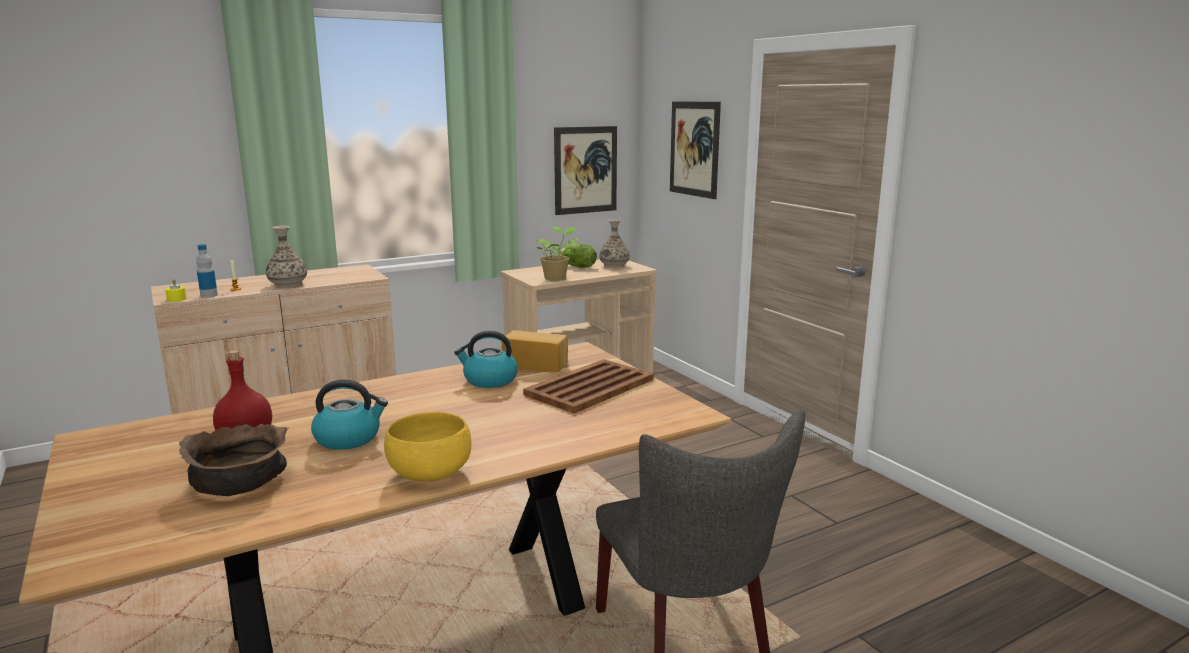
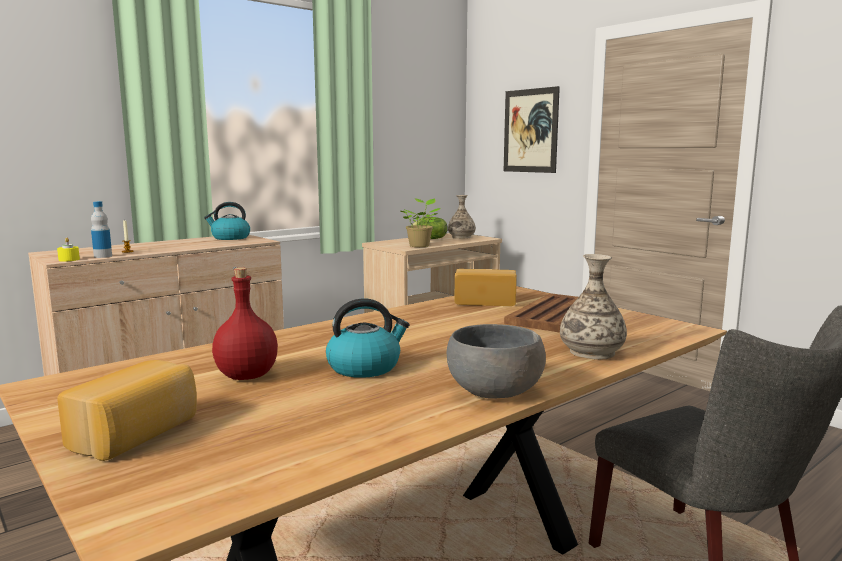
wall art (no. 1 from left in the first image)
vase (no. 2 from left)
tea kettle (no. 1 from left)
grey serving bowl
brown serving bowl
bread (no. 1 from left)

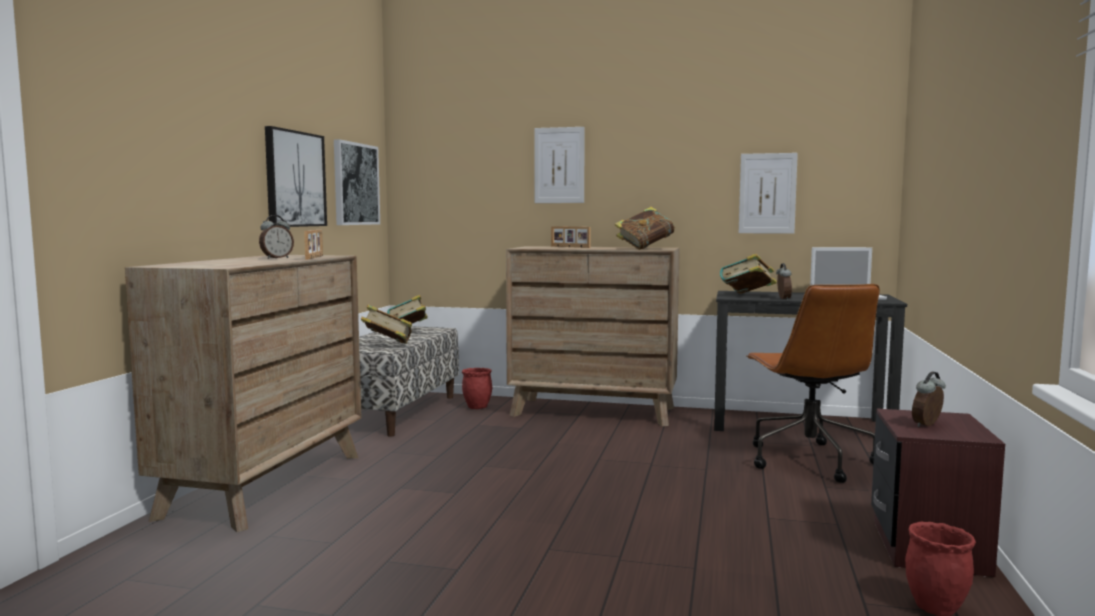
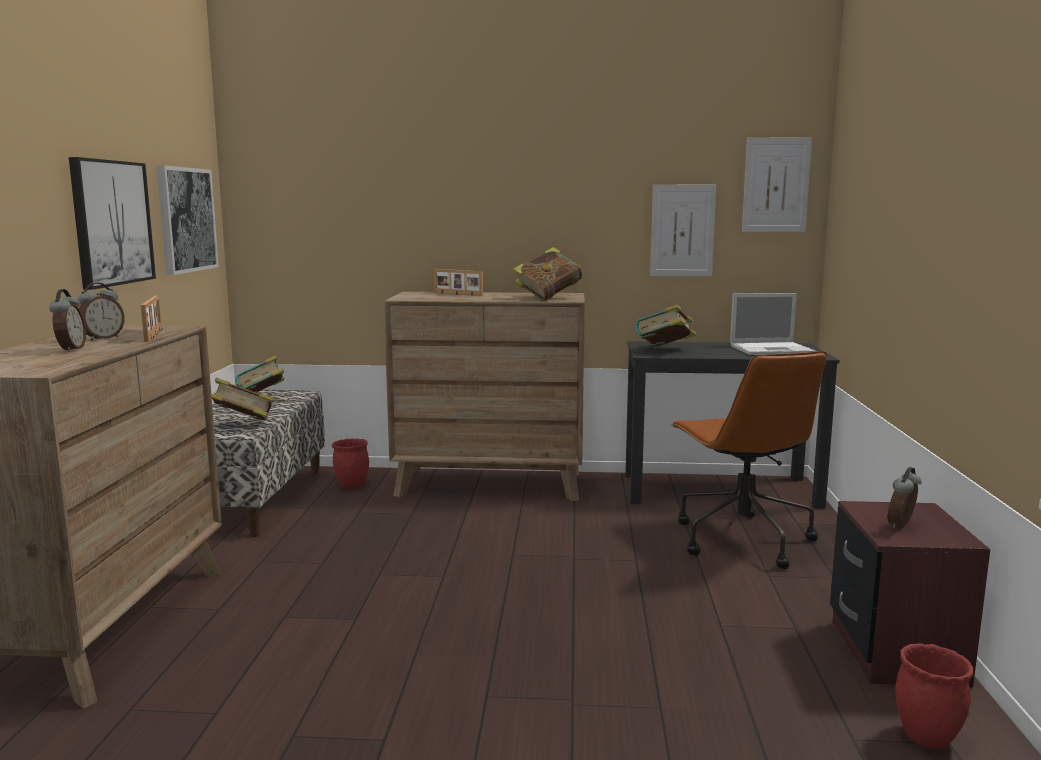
wall art (no. 4 from left)
bedside clock (no. 1 from left)

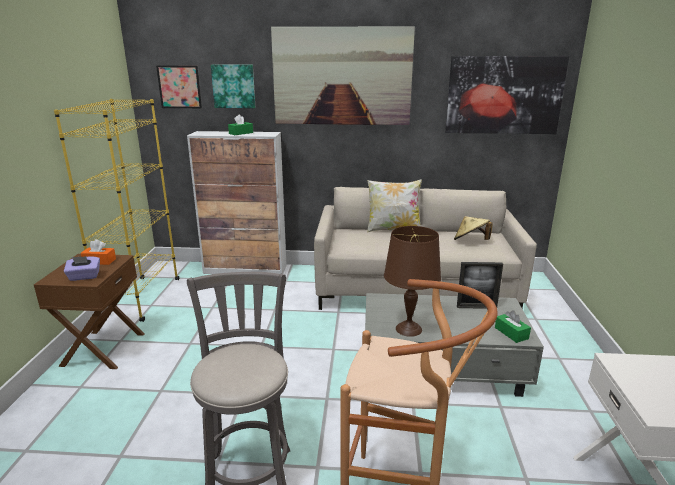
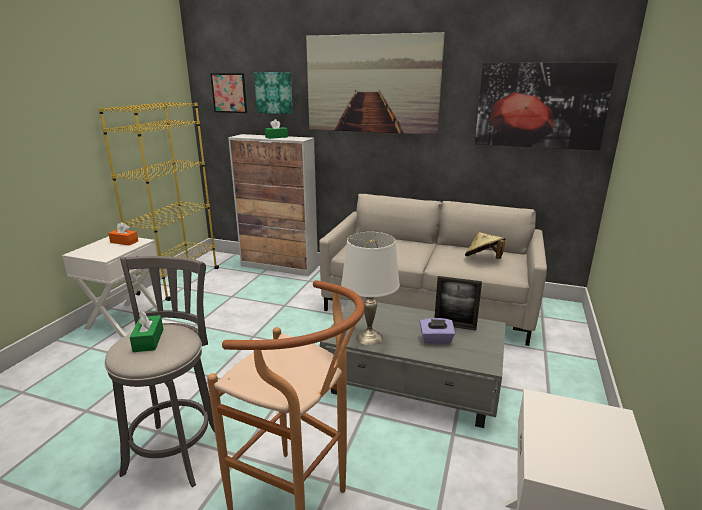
cushion
white-coloured lamp for a table
white-coloured nightstand (no. 1 from left)
purple-coloured tissue holder
green tissue holder (no. 1 from left)

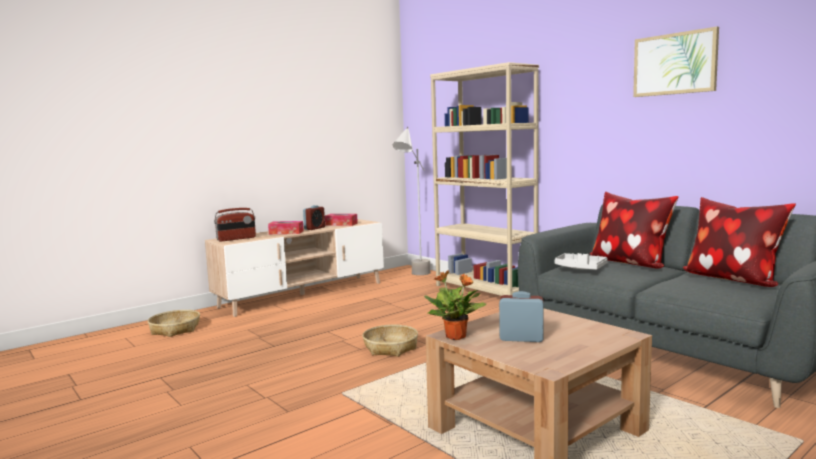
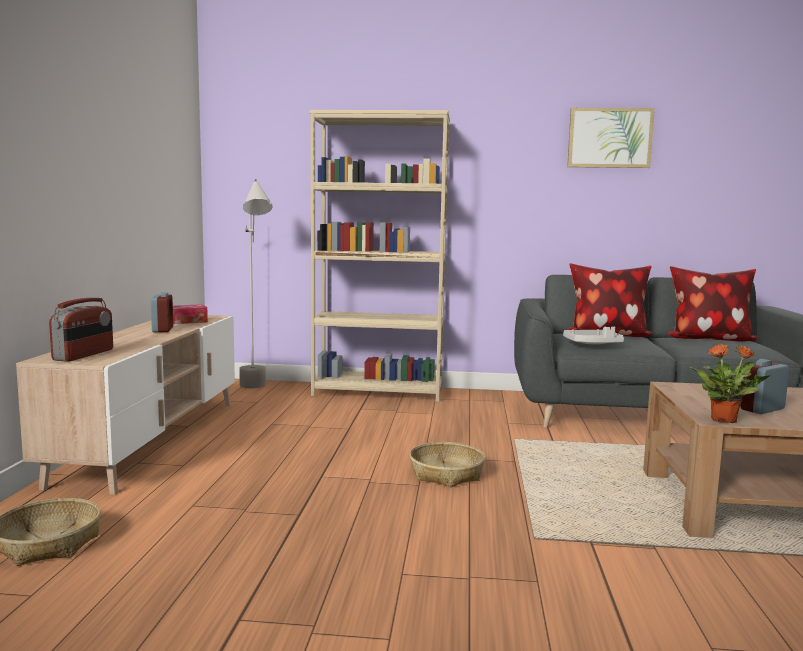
tissue holder (no. 1 from left in the first image)

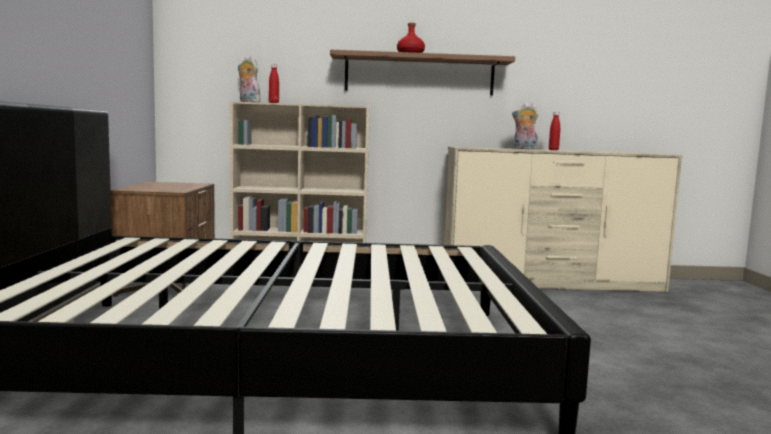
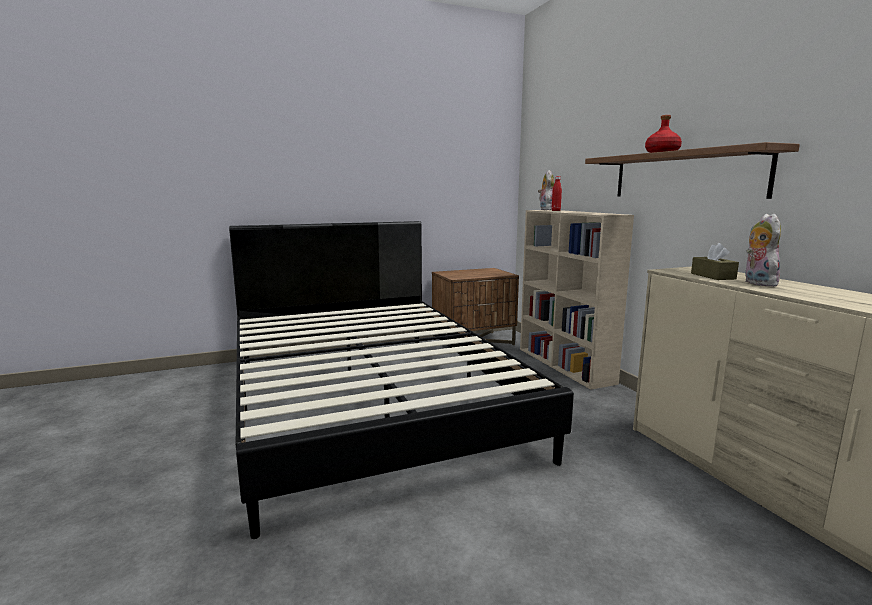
red bottle (no. 3 from left in the first image)
brown tissue holder

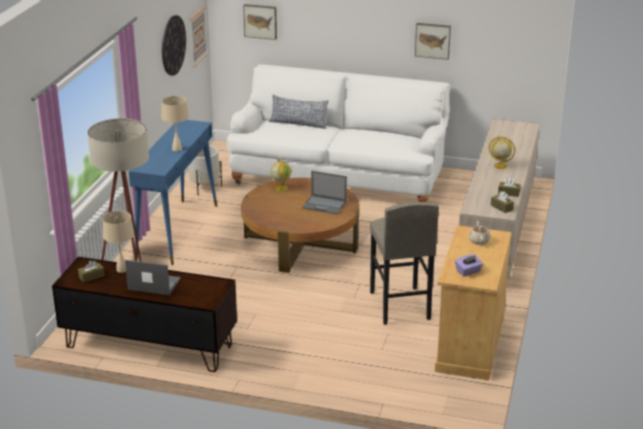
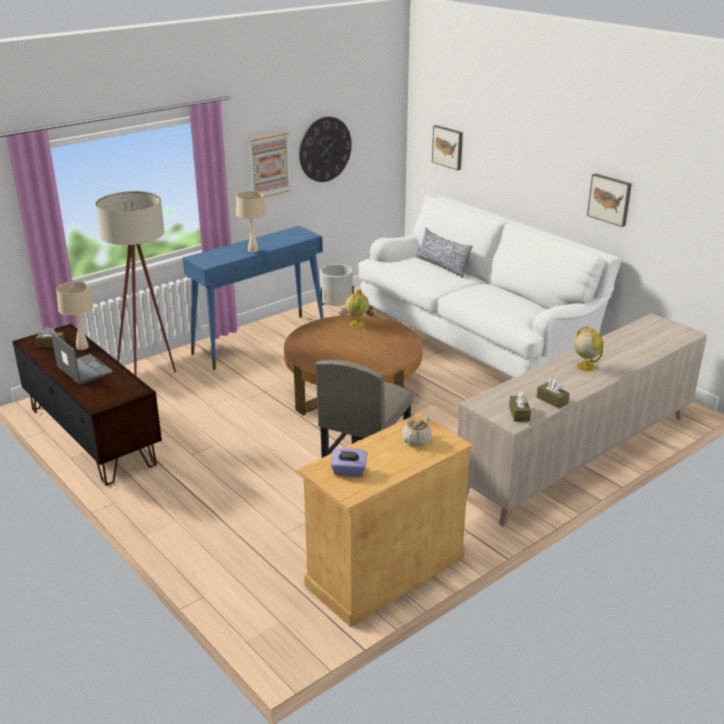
wall art (no. 1 from left)
laptop (no. 2 from left in the first image)

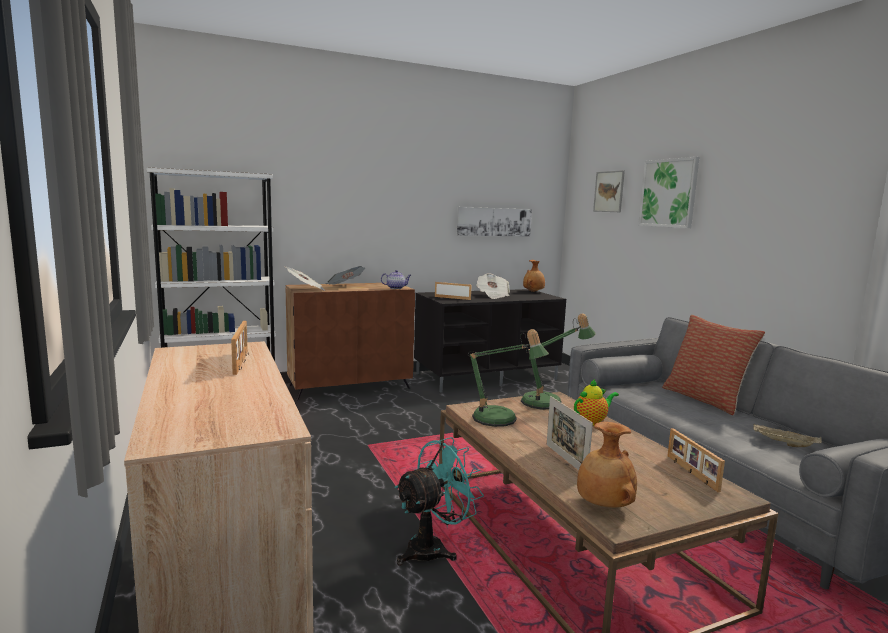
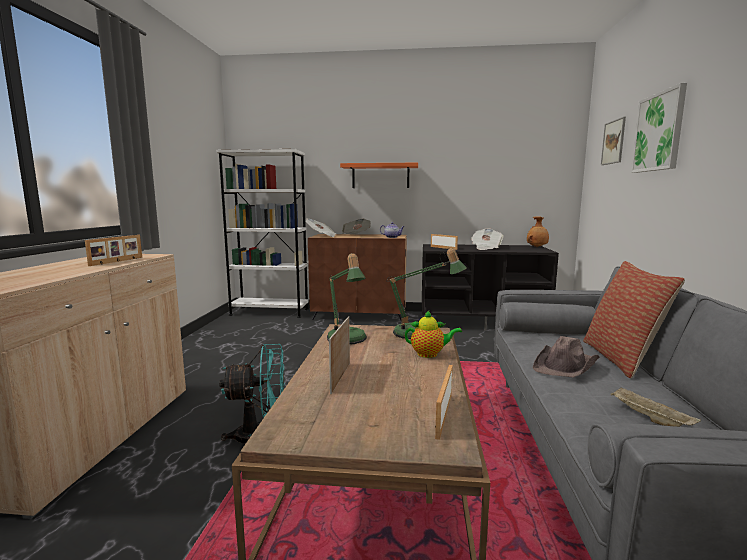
wall art (no. 1 from left in the first image)
brown vase (no. 2 from left in the first image)
orange-coloured wall shelf
brown hat

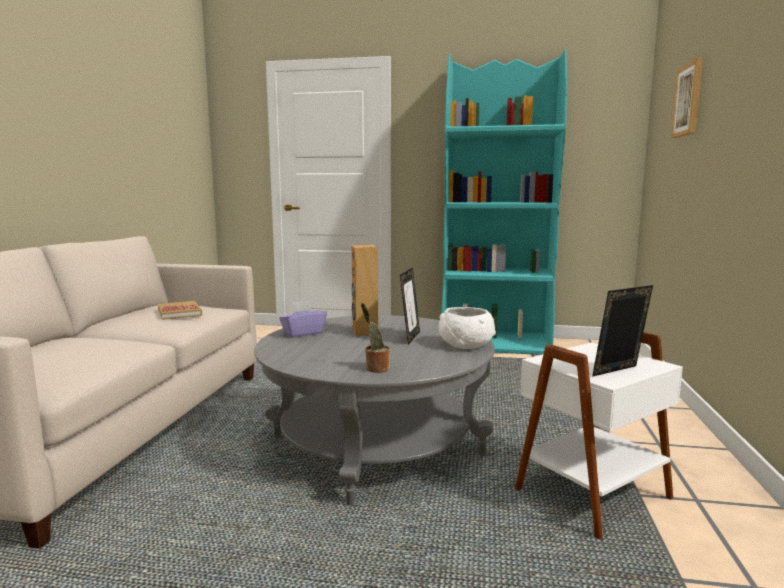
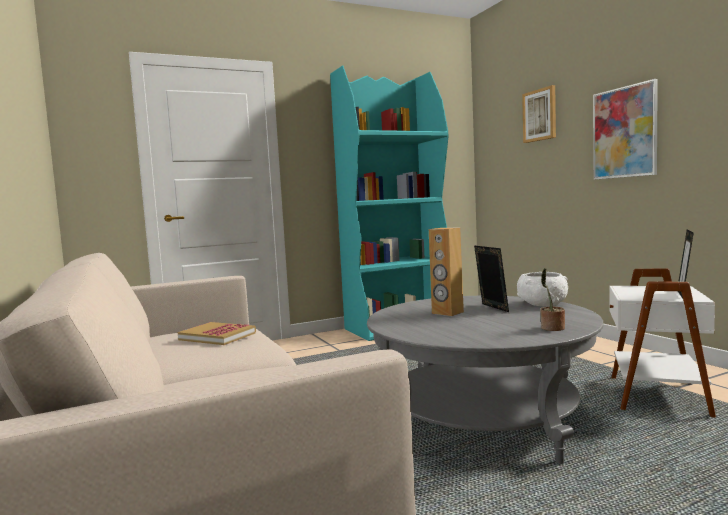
purple-coloured tissue holder
wall art (no. 2 from left)

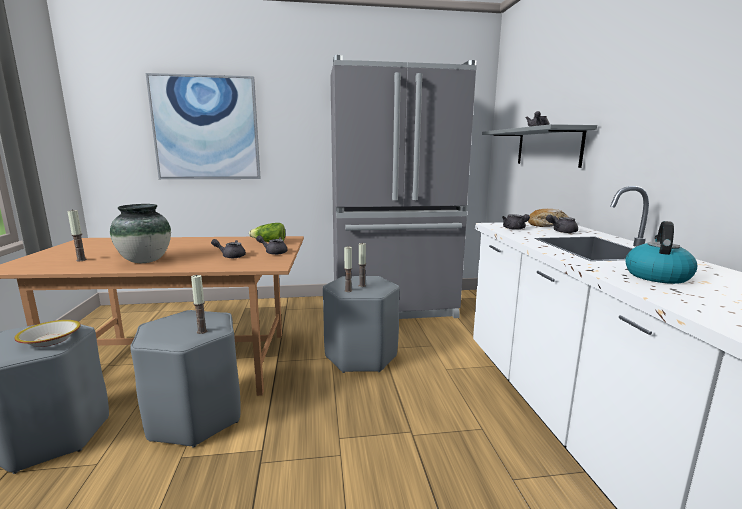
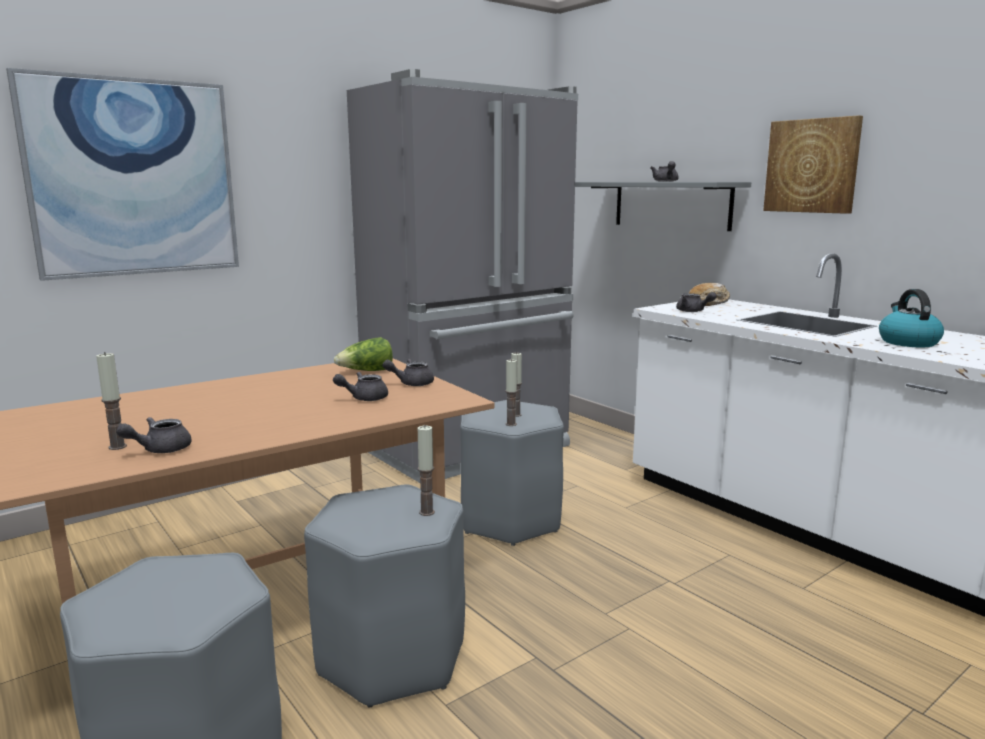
vase
grey tea pot (no. 1 from left)
serving bowl
wall art (no. 2 from left)

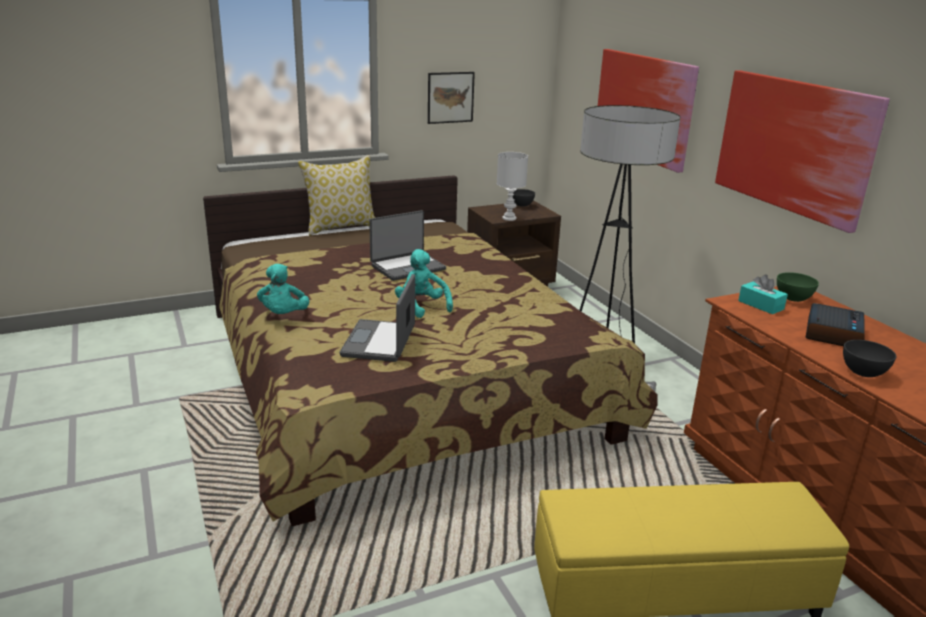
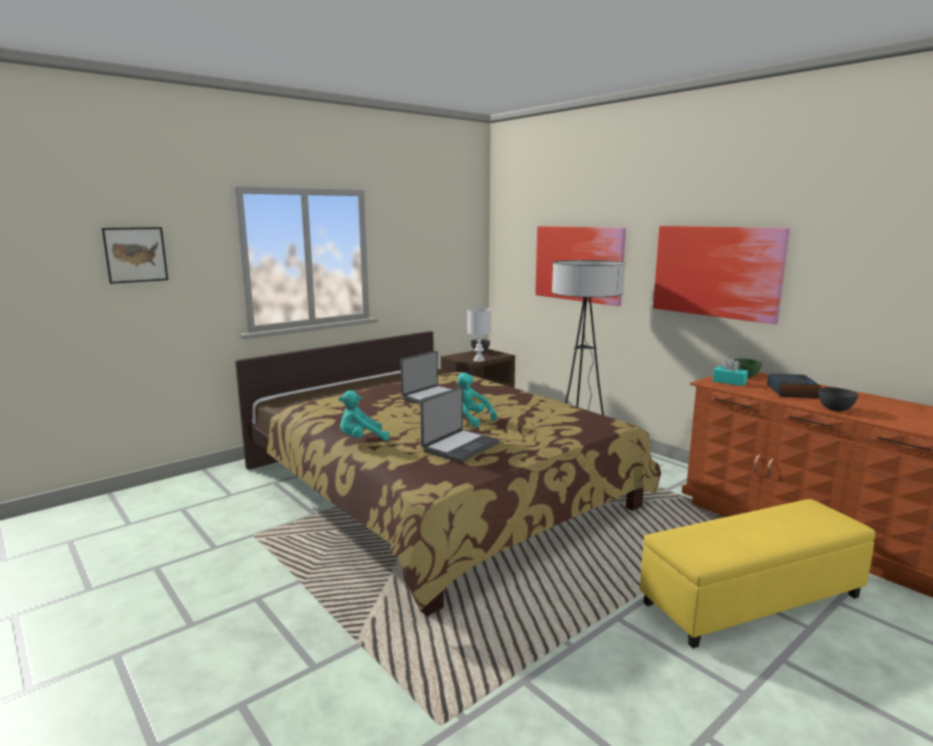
wall art (no. 1 from left)
cushion
turquoise-coloured cuddly toy (no. 1 from left)
laptop (no. 2 from left)

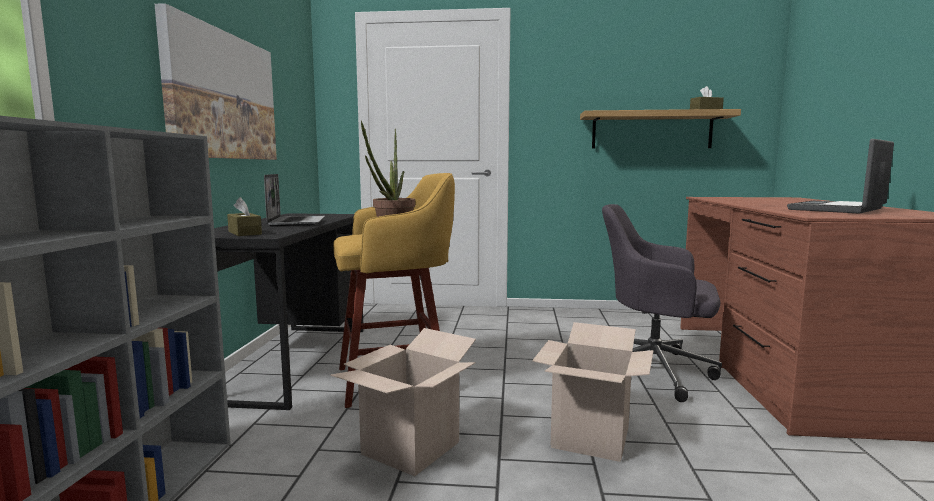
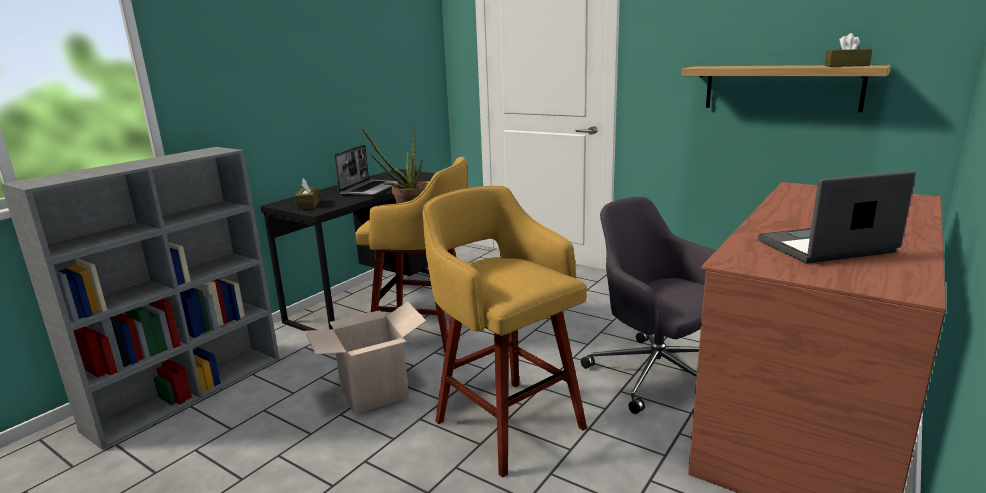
wall art
yellowish stool (no. 2 from left)

